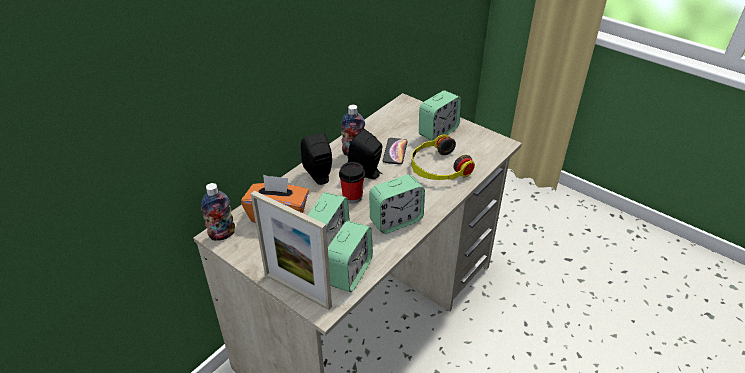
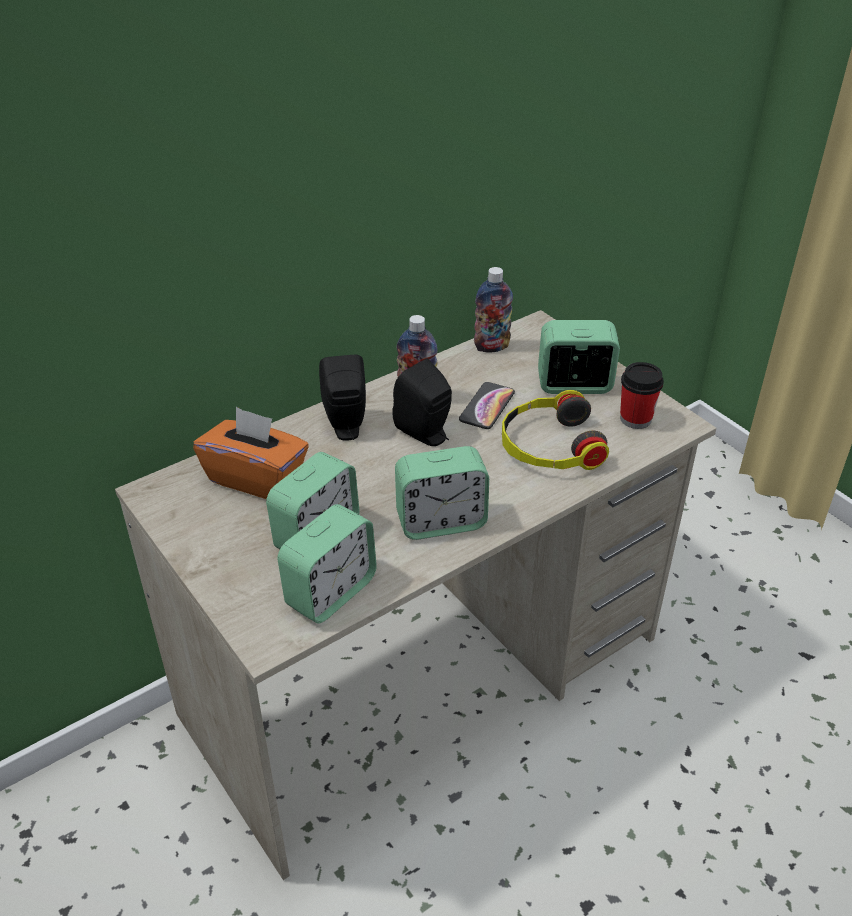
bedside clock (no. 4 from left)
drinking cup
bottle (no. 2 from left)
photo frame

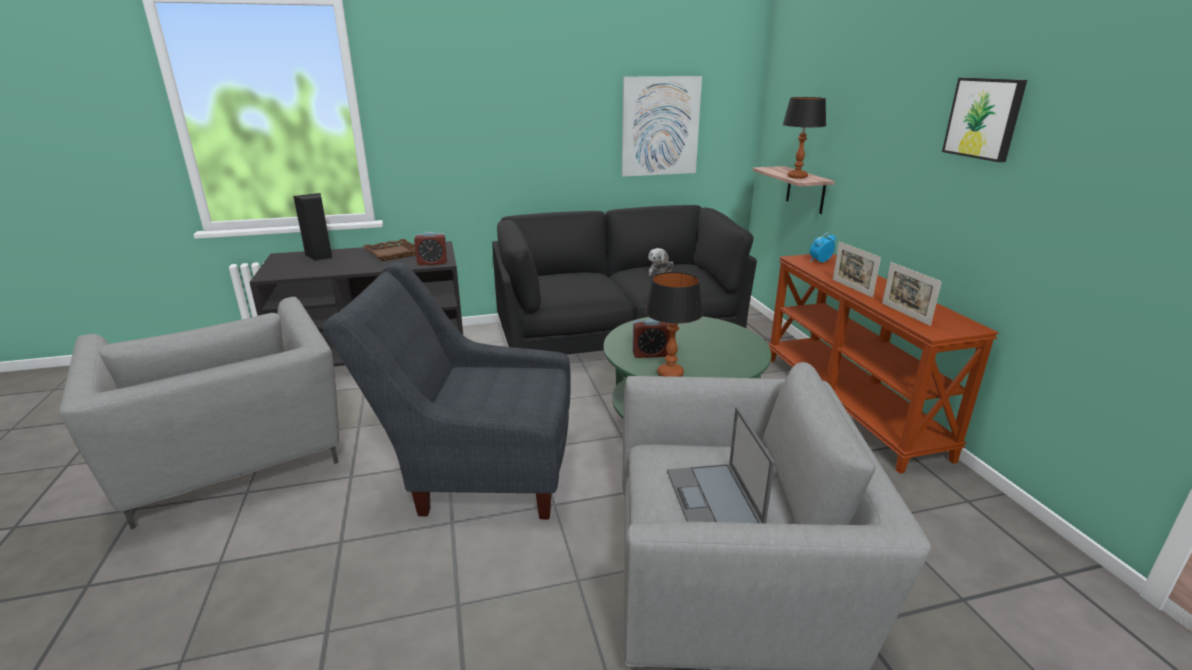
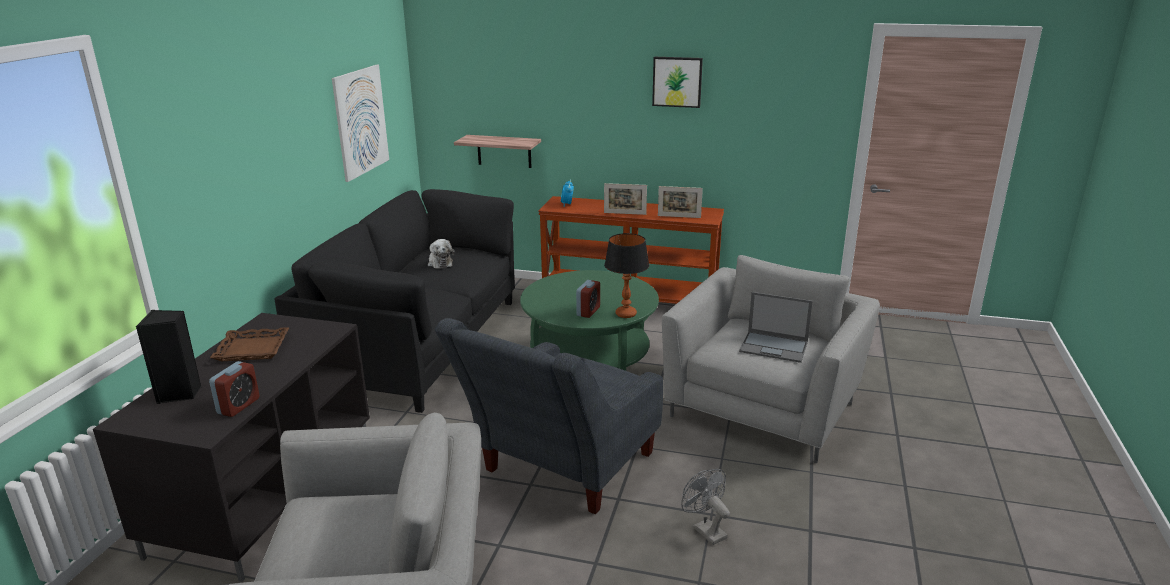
lamp for a table (no. 2 from left in the first image)
bedside clock (no. 1 from left)
grey electric fan

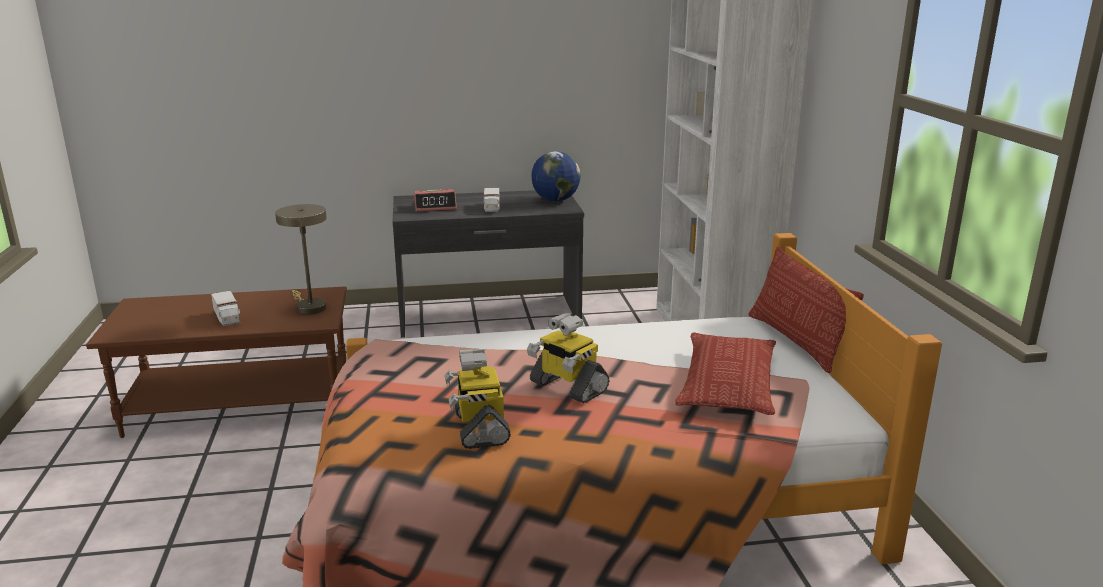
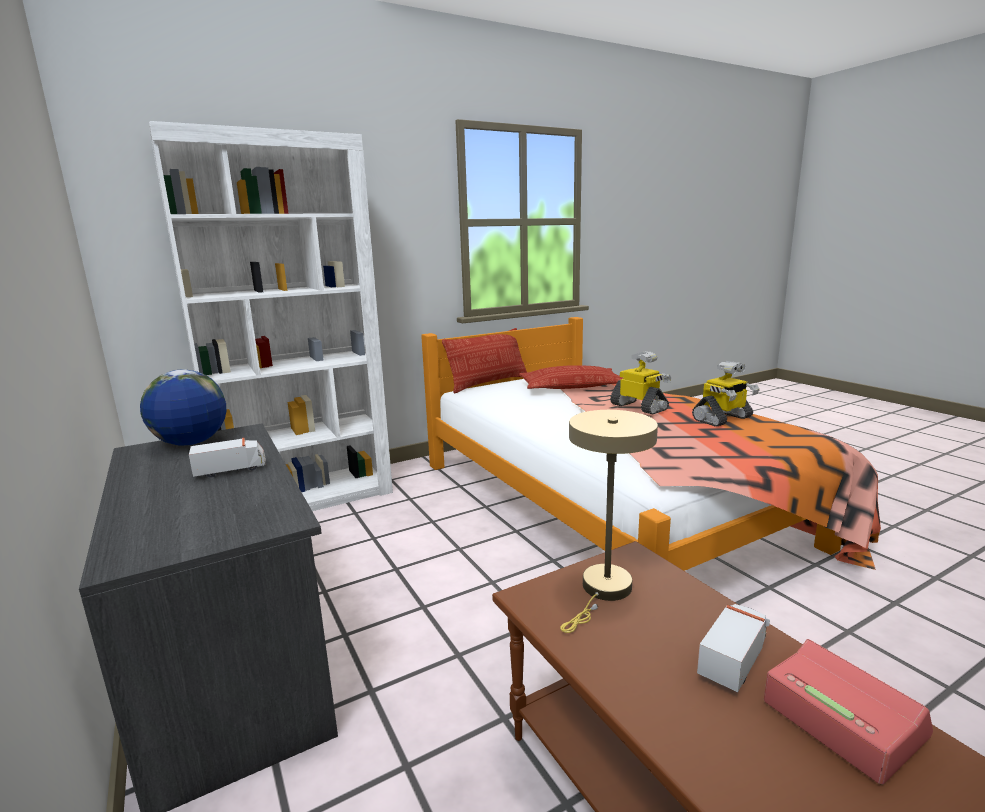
bedside clock
toy robot (no. 1 from left)

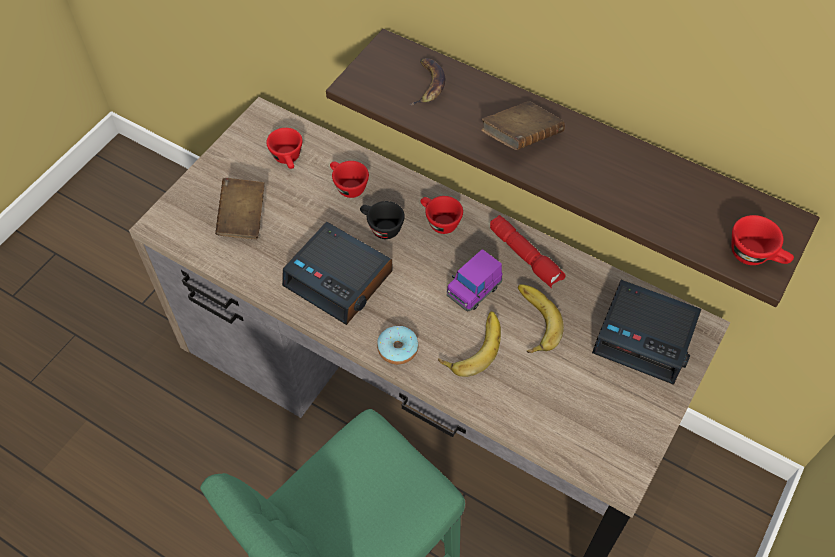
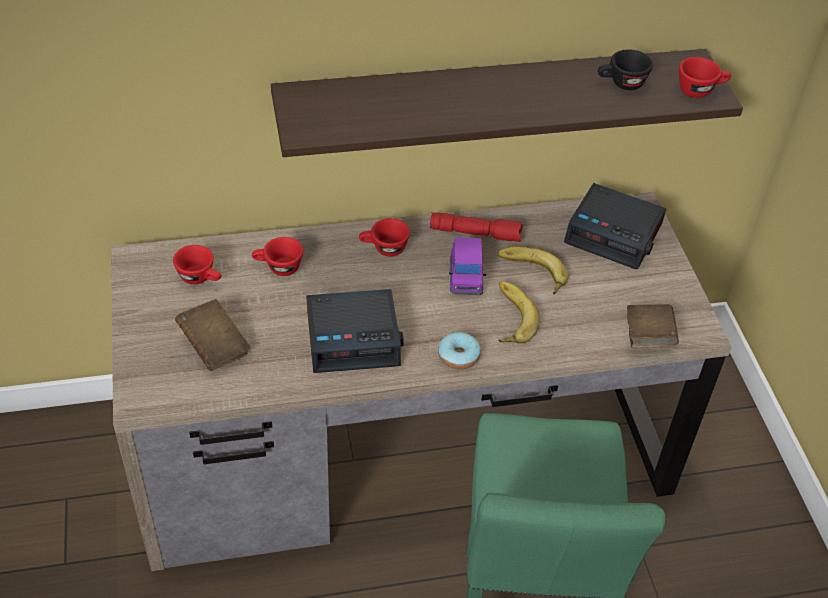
banana fruit (no. 1 from left in the first image)
brown volume (no. 2 from left)
blackish drinking cup
bedside clock (no. 2 from left)

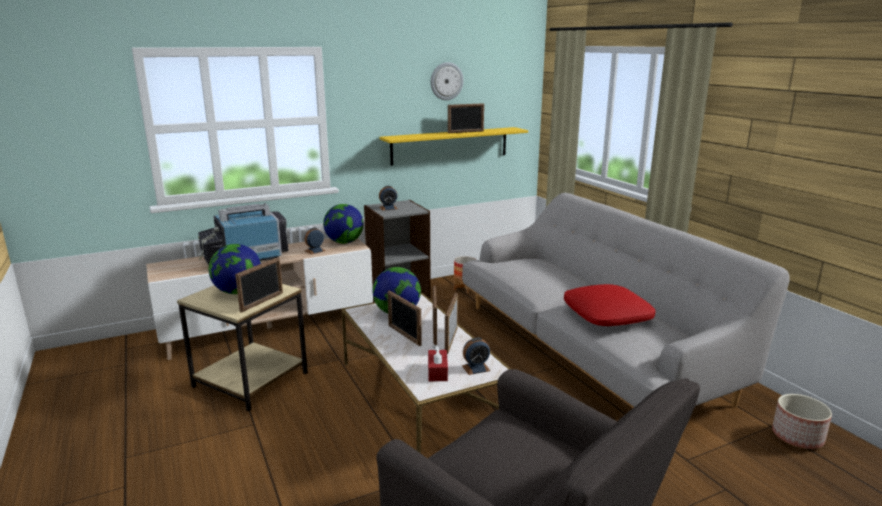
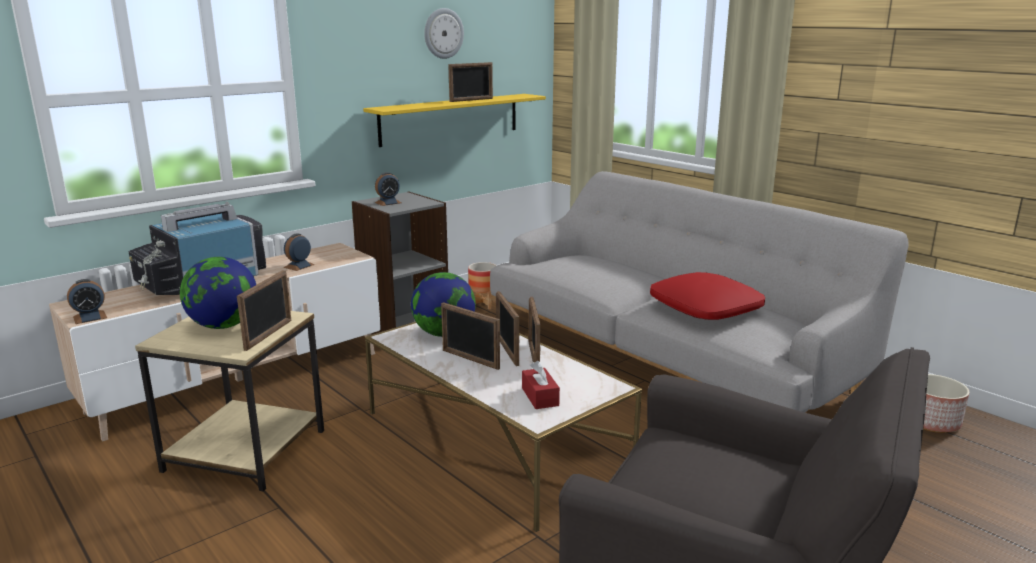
desk globe (no. 2 from left in the first image)
bedside clock (no. 1 from left)

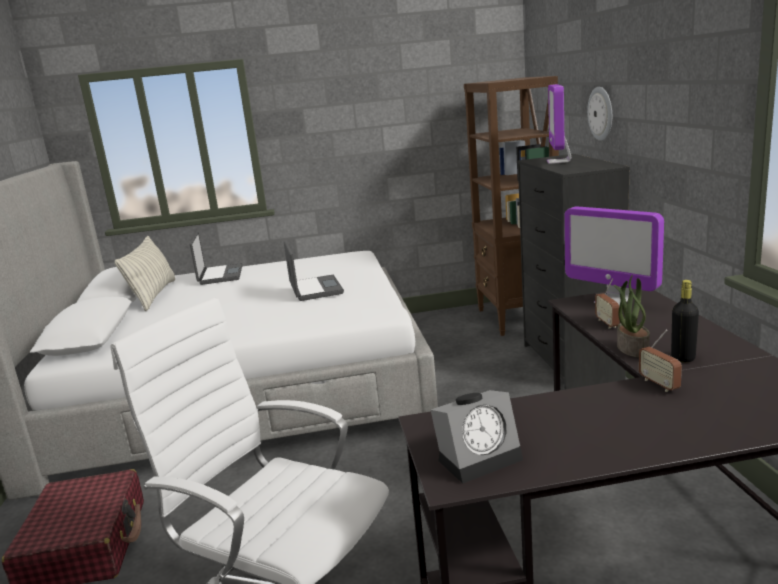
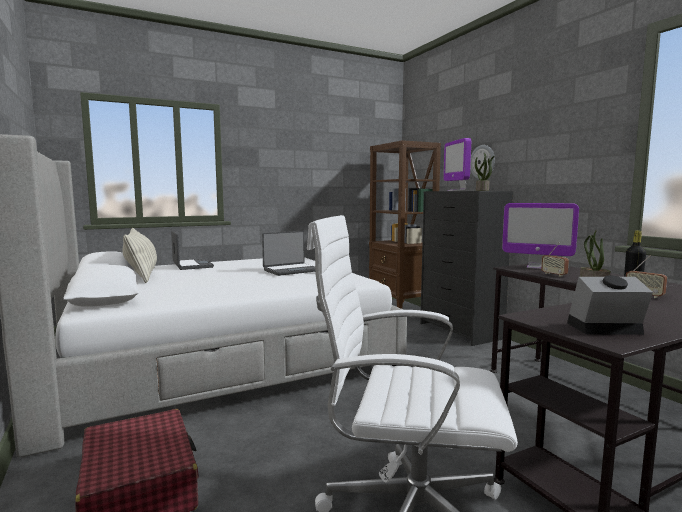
laptop (no. 2 from left)
bedside clock
plant in a pot (no. 1 from left)

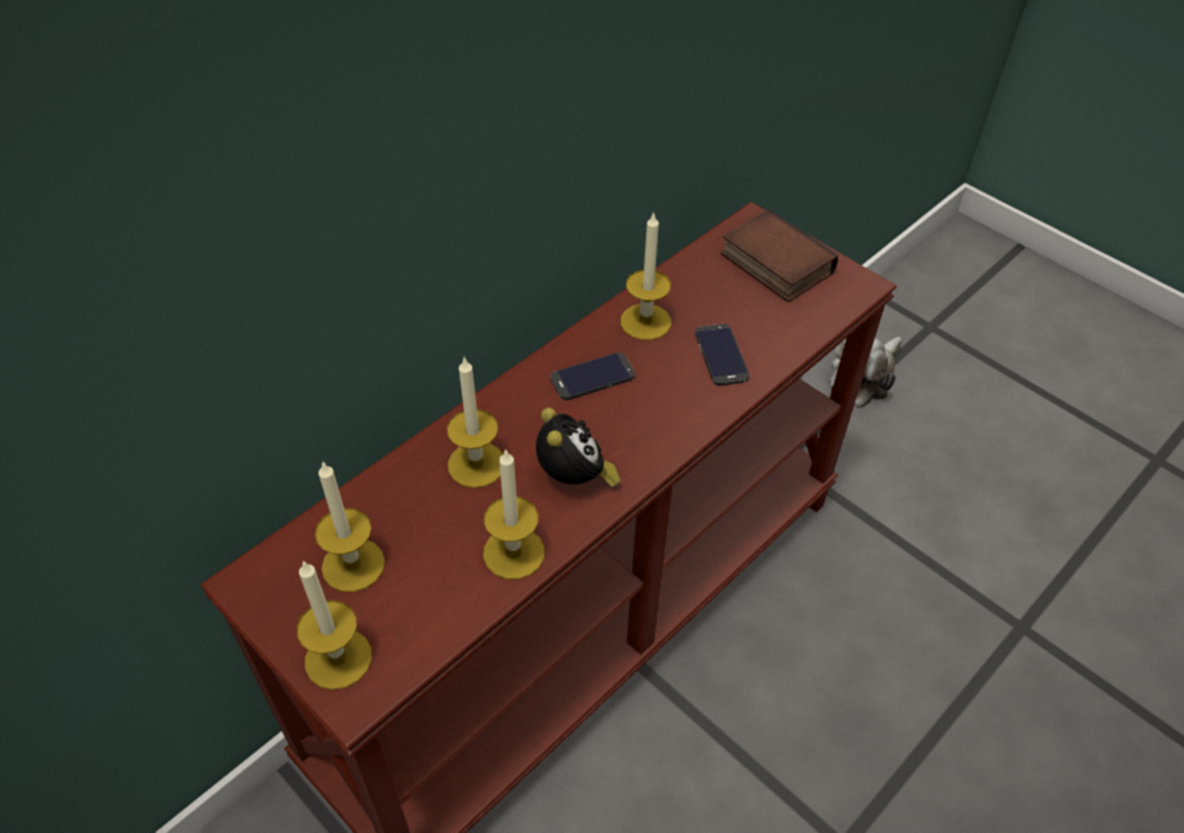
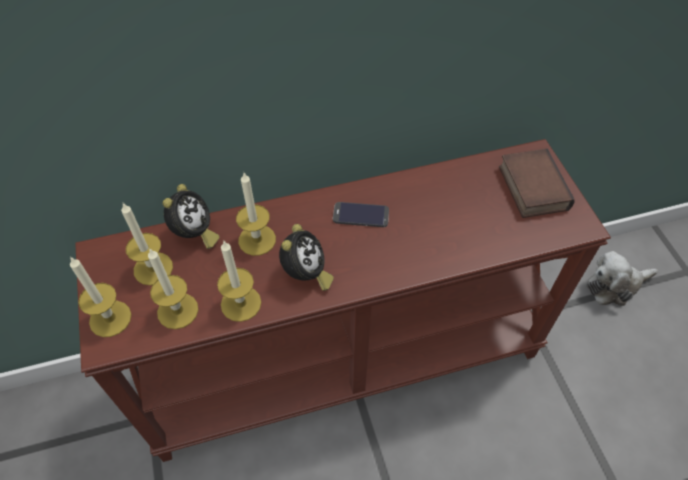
wax candle (no. 3 from left)
phone (no. 2 from left in the first image)
bedside clock (no. 1 from left)

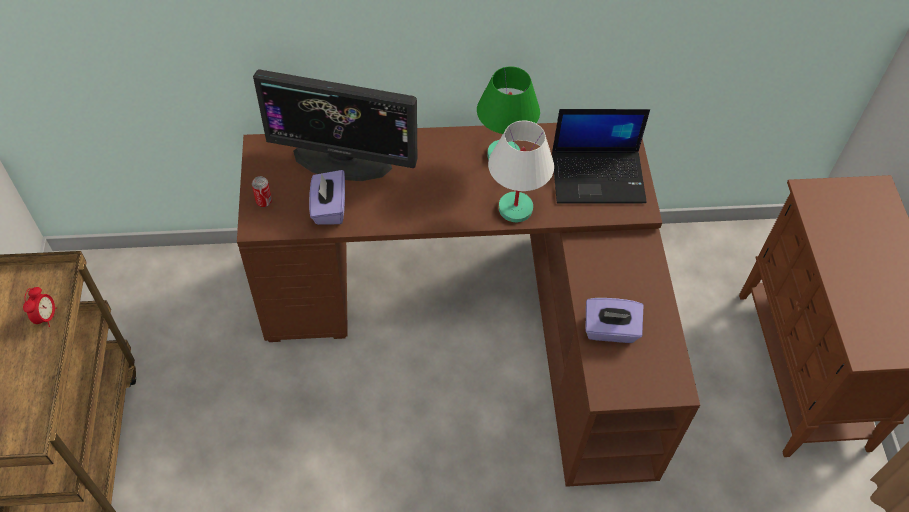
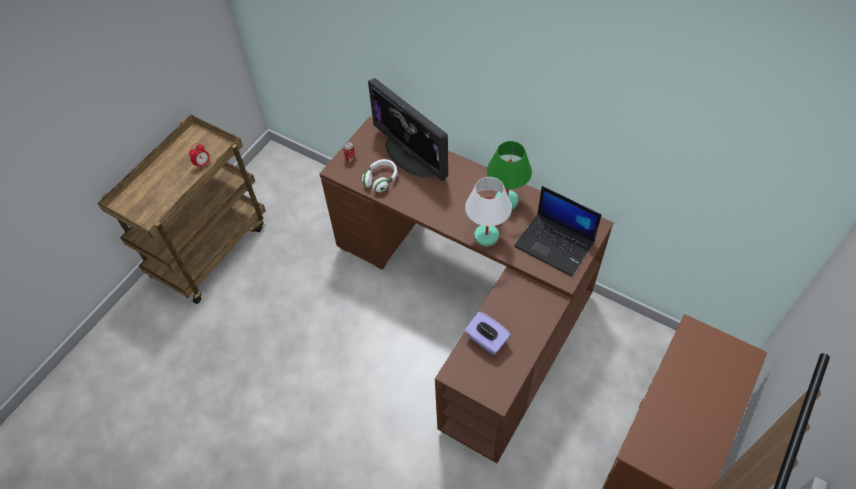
white-coloured pair of headphones

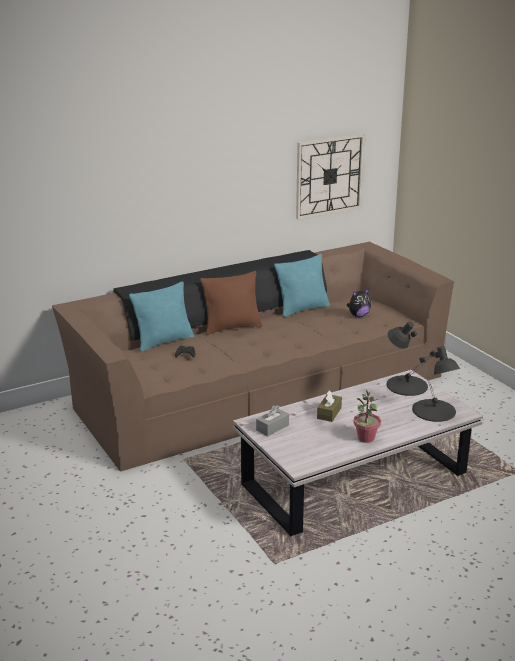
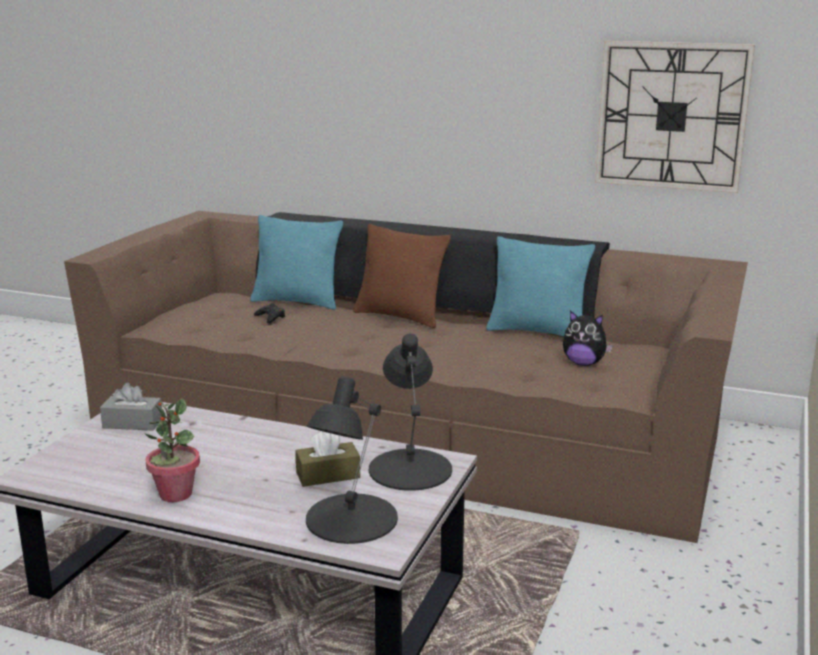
brown tissue holder

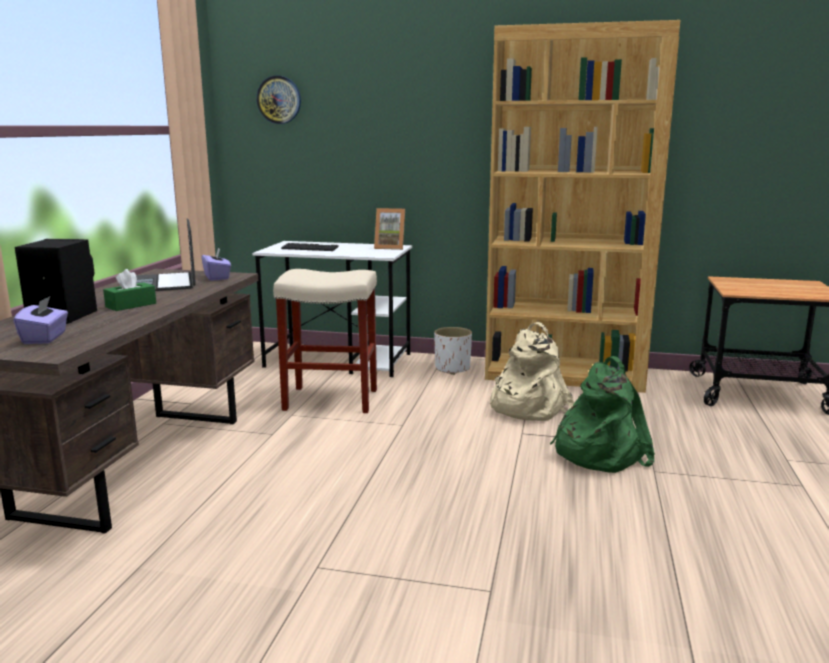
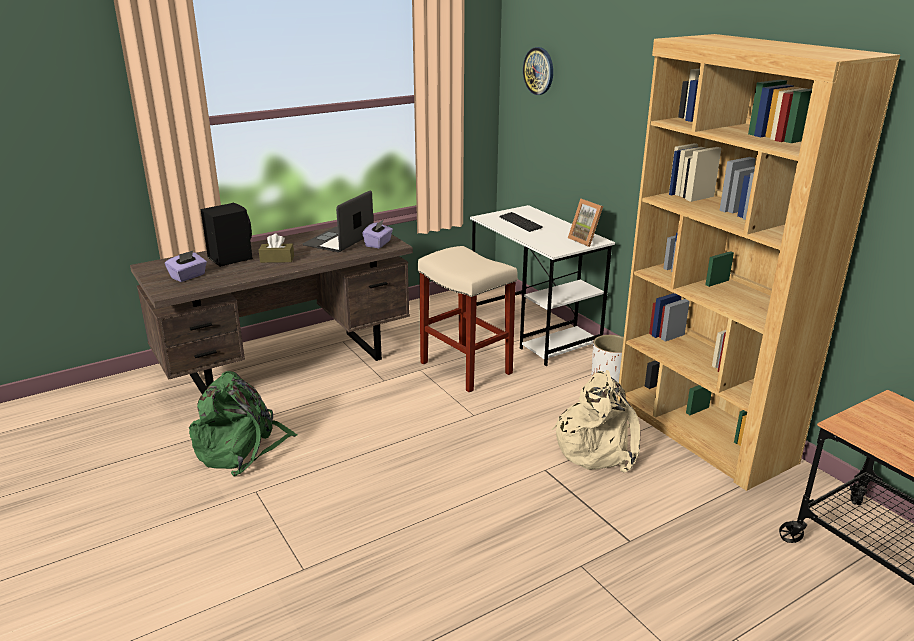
brown tissue holder
green knapsack

